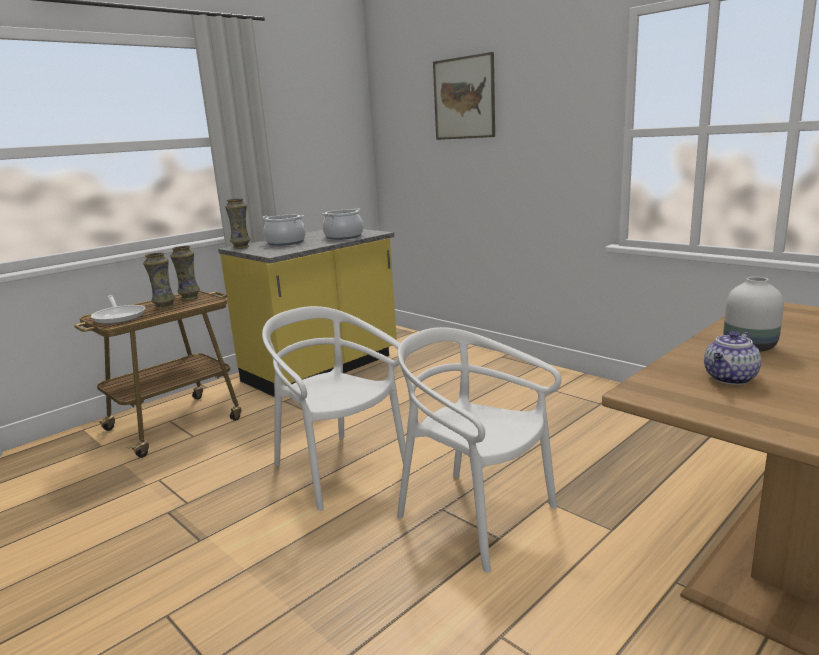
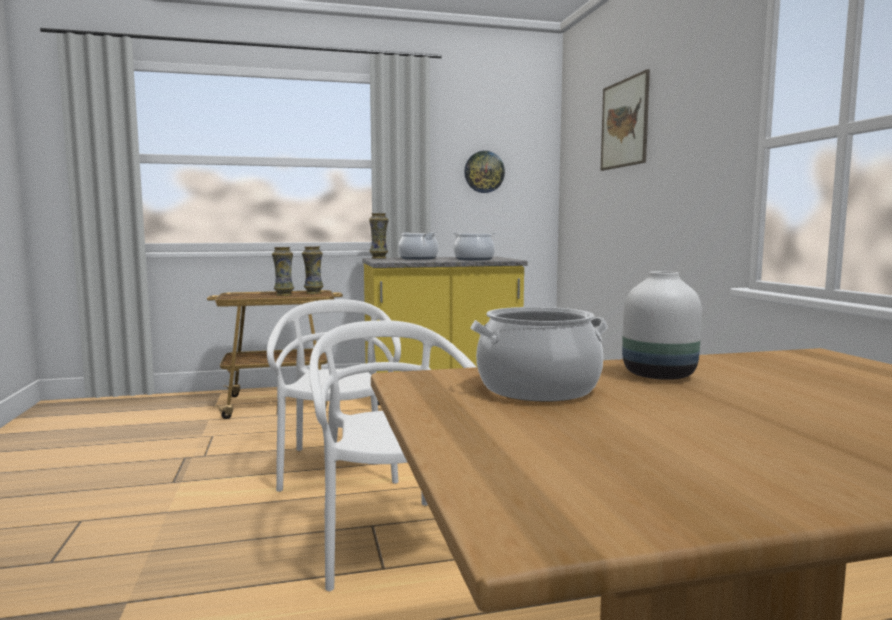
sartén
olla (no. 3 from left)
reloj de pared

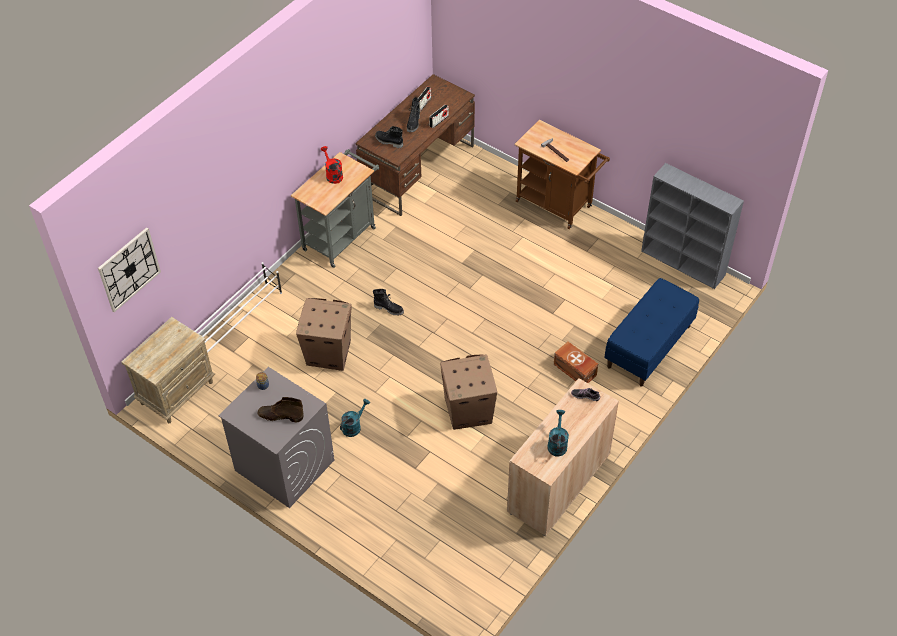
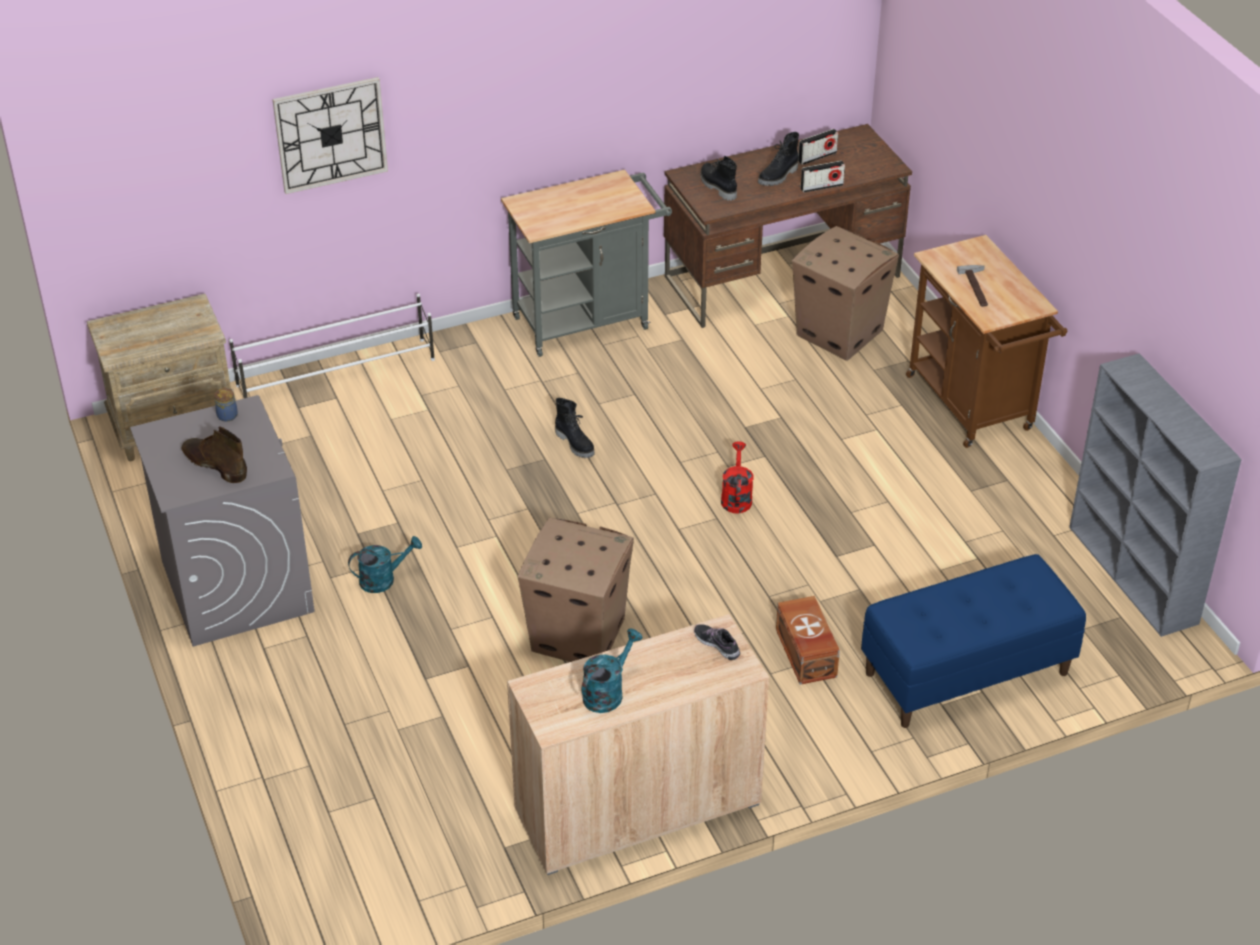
regadera/rojo
reloj de pared
caja de cartón (no. 2 from left)

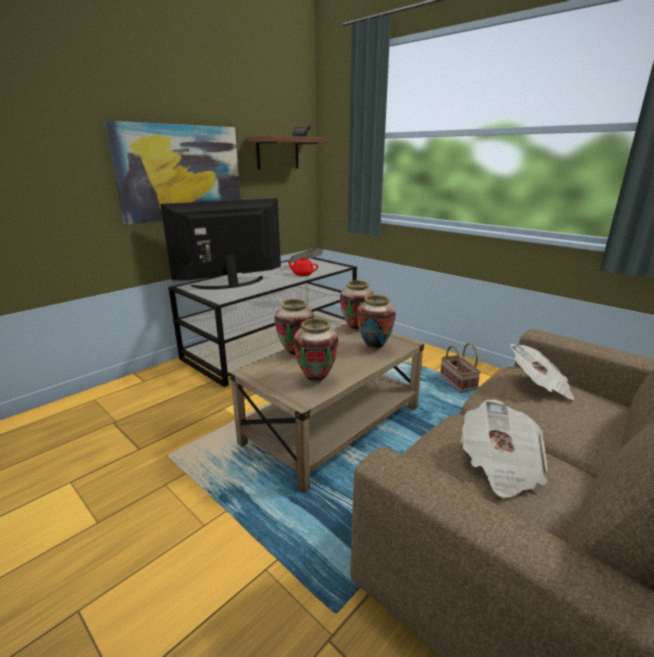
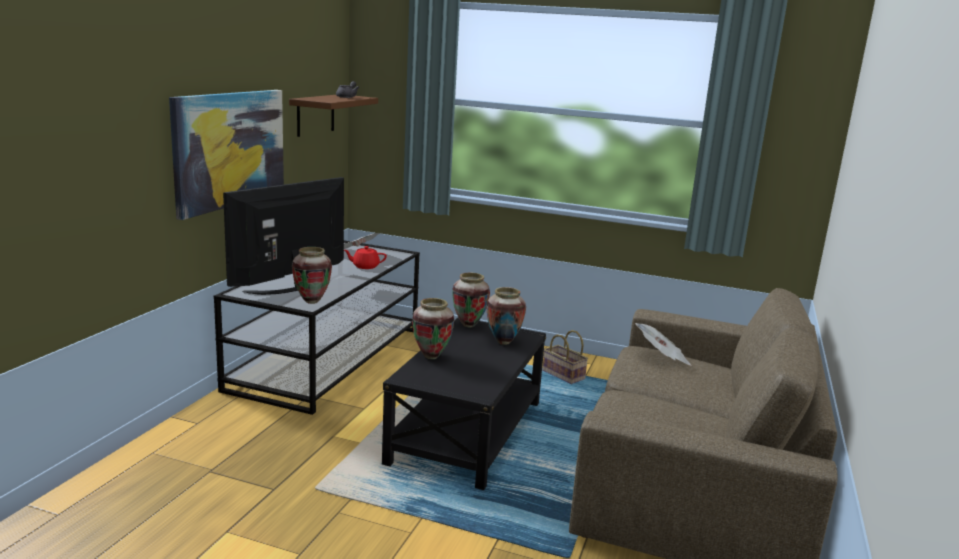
florero (no. 1 from left)
mesa de centro/negro
periódico (no. 2 from left in the first image)

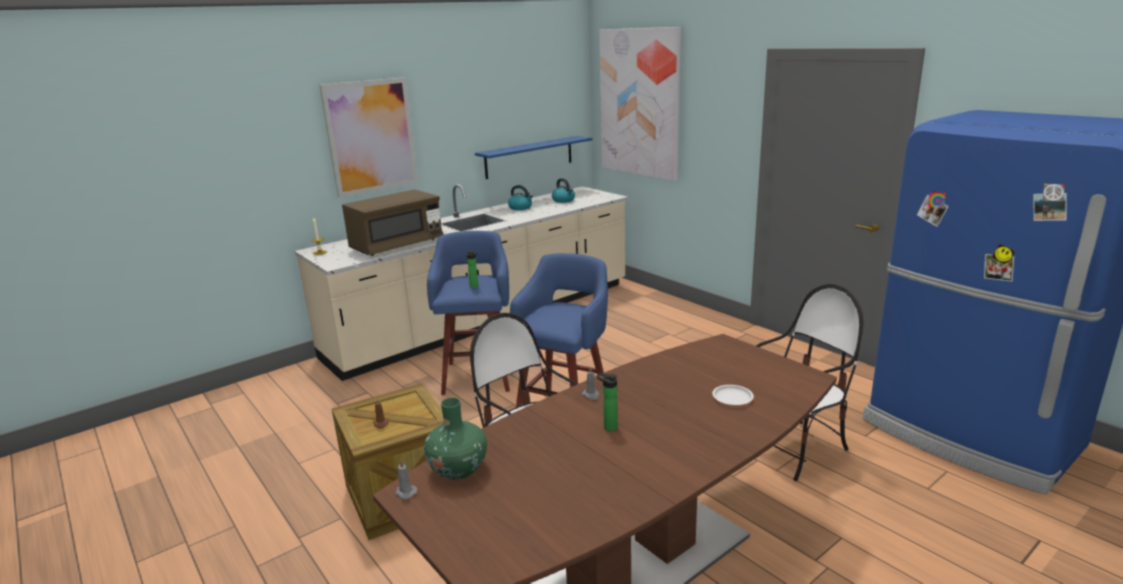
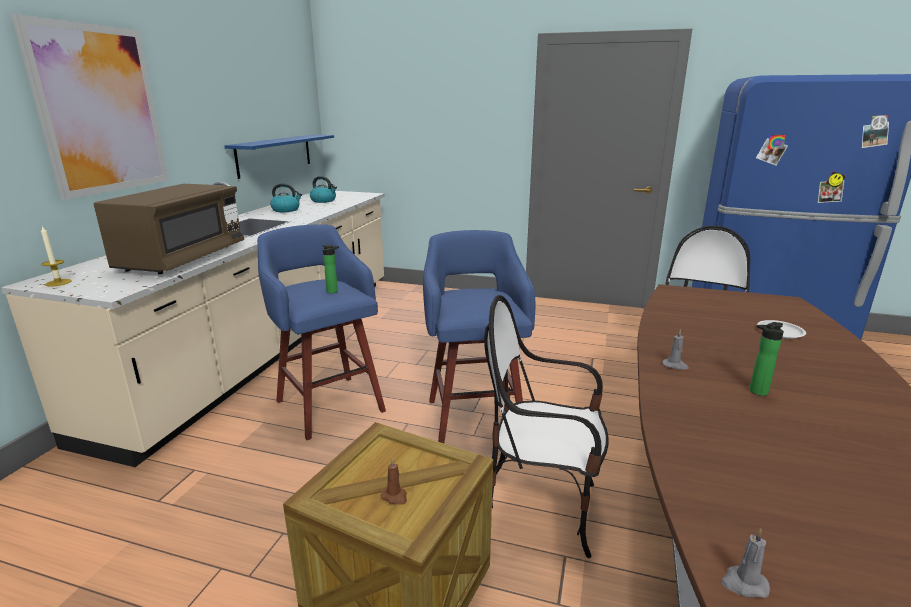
cuadro (no. 2 from left in the first image)
florero/verde

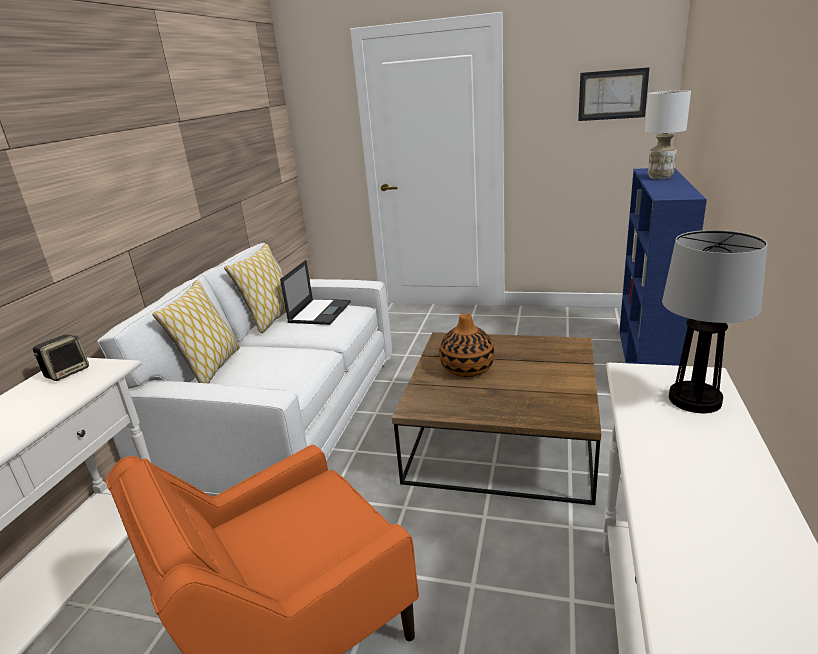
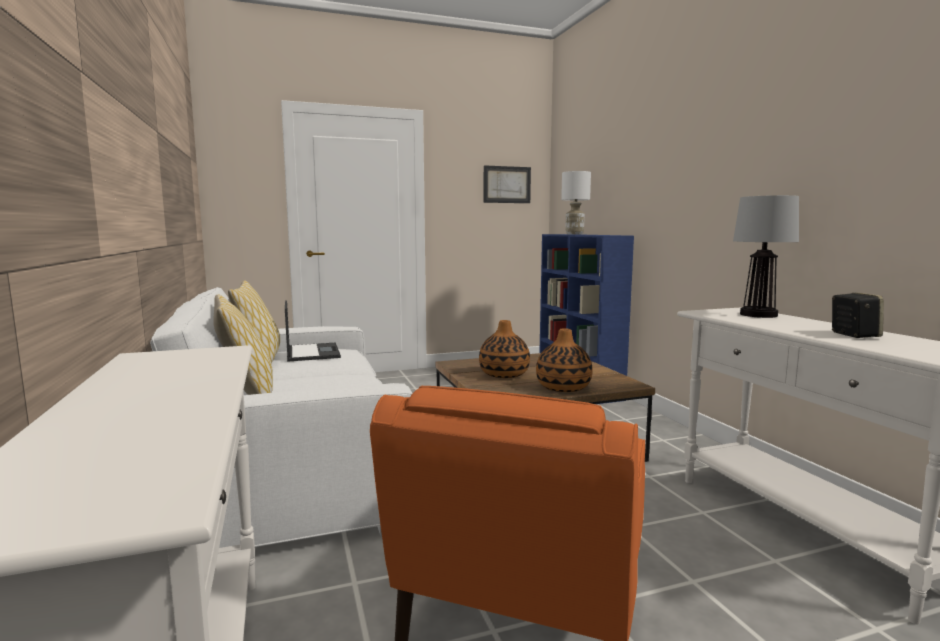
altavoz
florero (no. 2 from left)

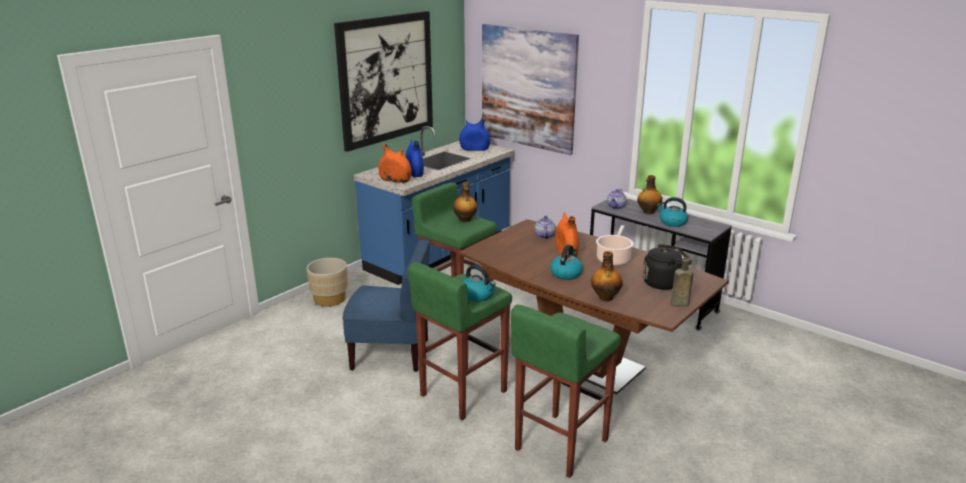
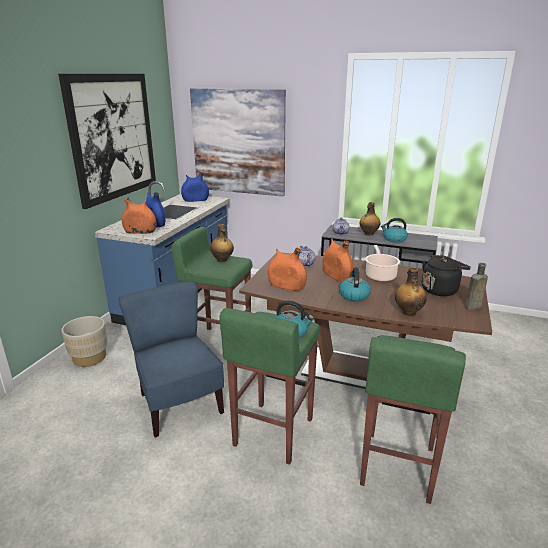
silla/azul
florero/naranja (no. 2 from left)

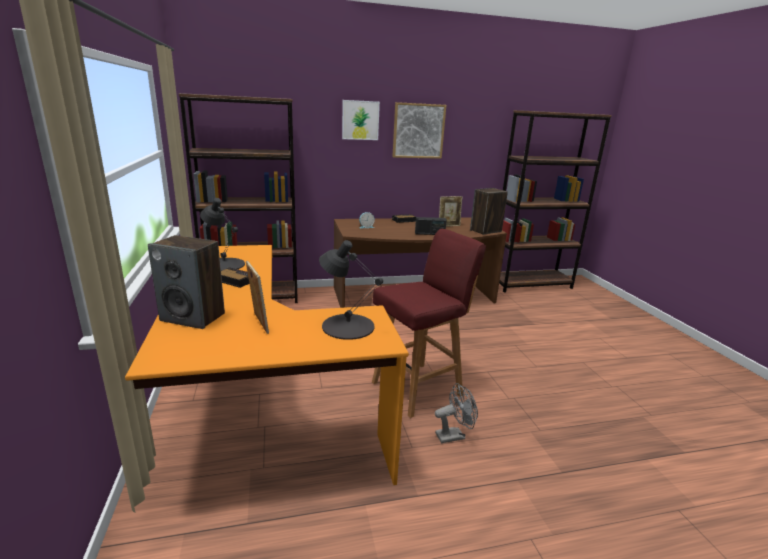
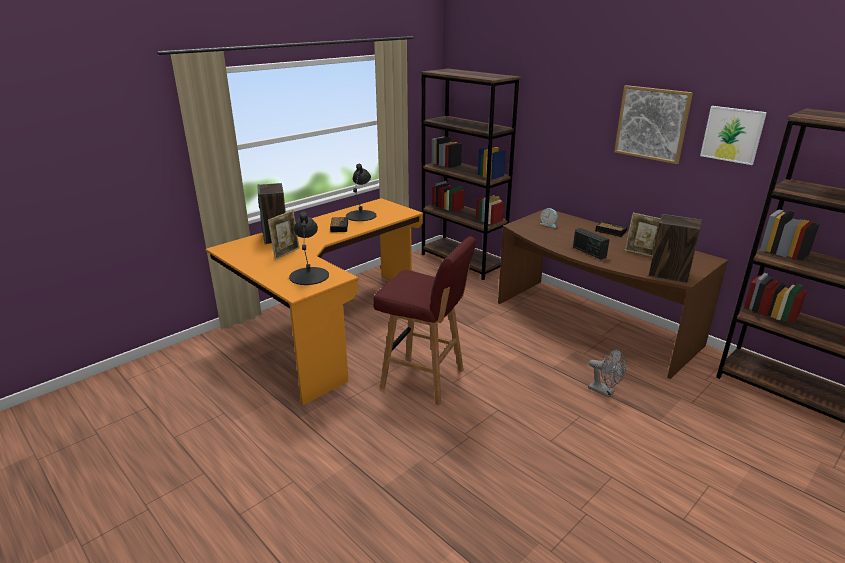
cuadro (no. 2 from left)
ventilador/gris

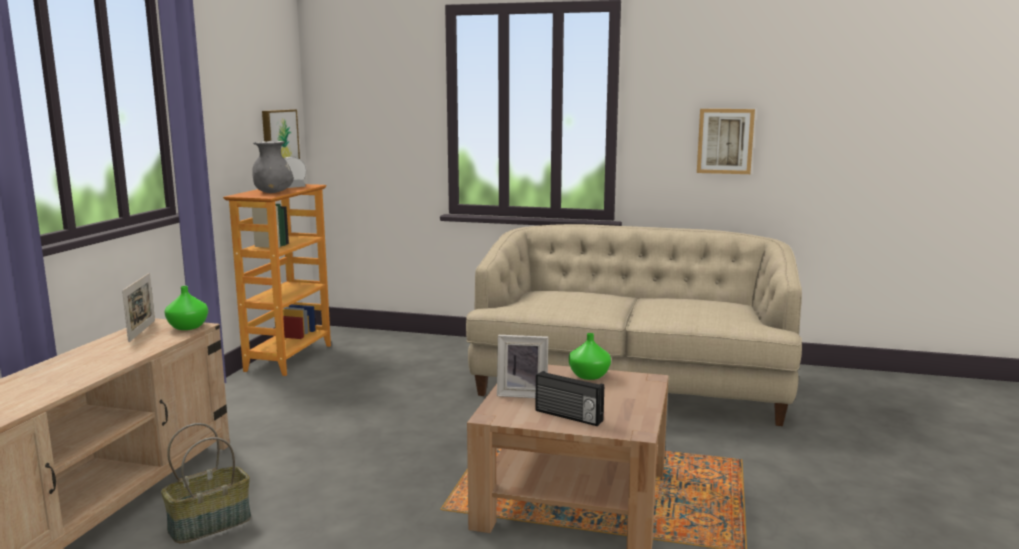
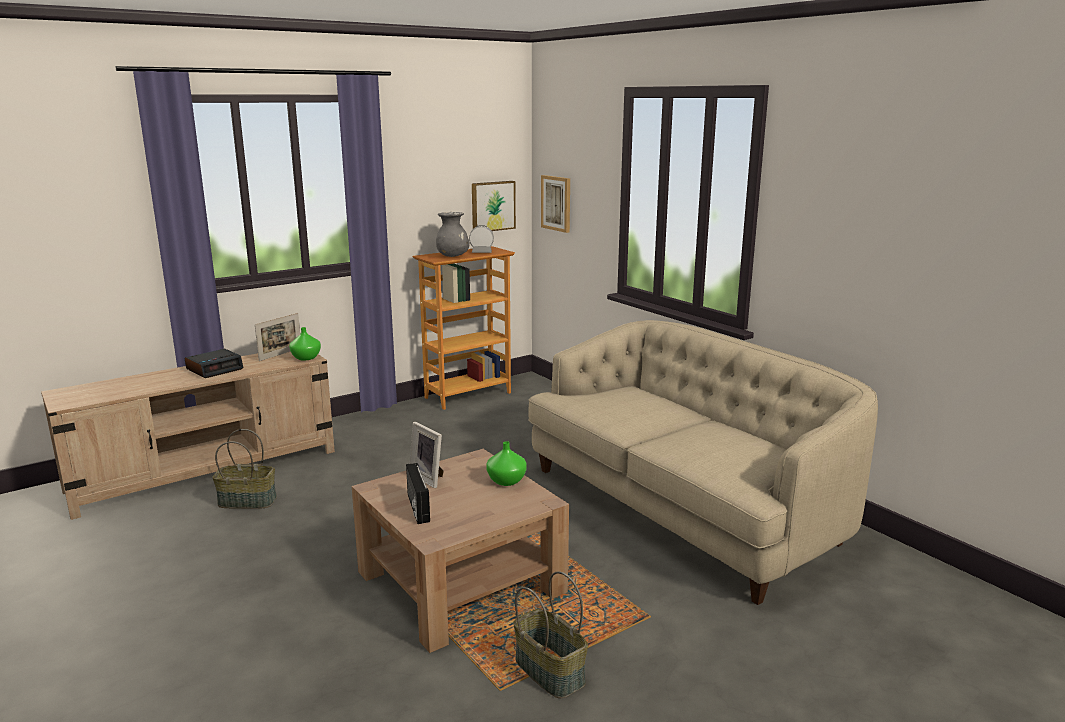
cuadro (no. 2 from left)
despertador (no. 1 from left)
cesta (no. 2 from left)

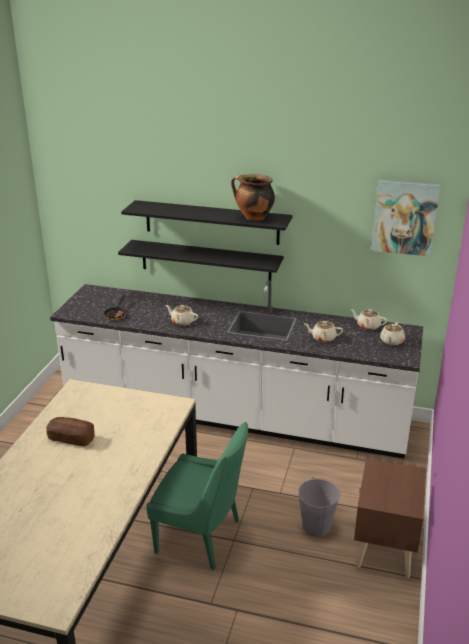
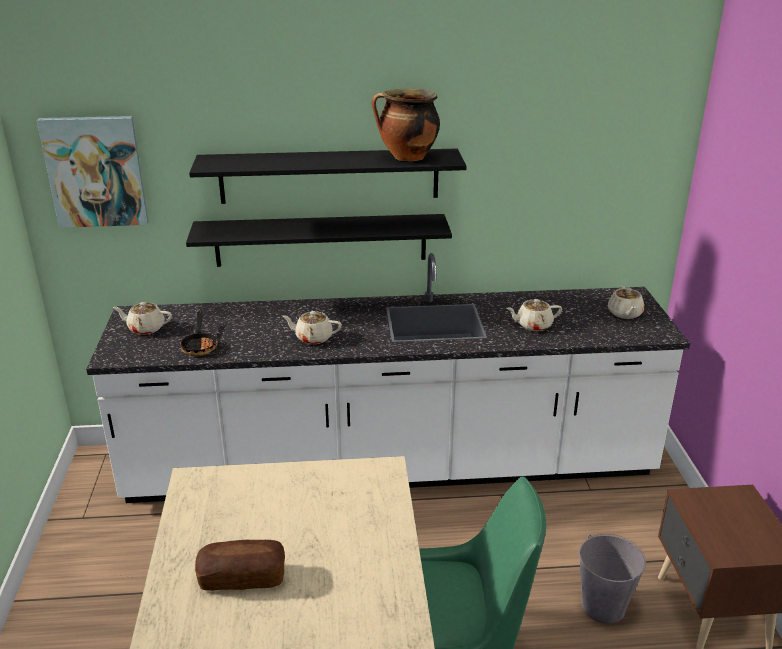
cuadro
tetera/beis (no. 1 from left)

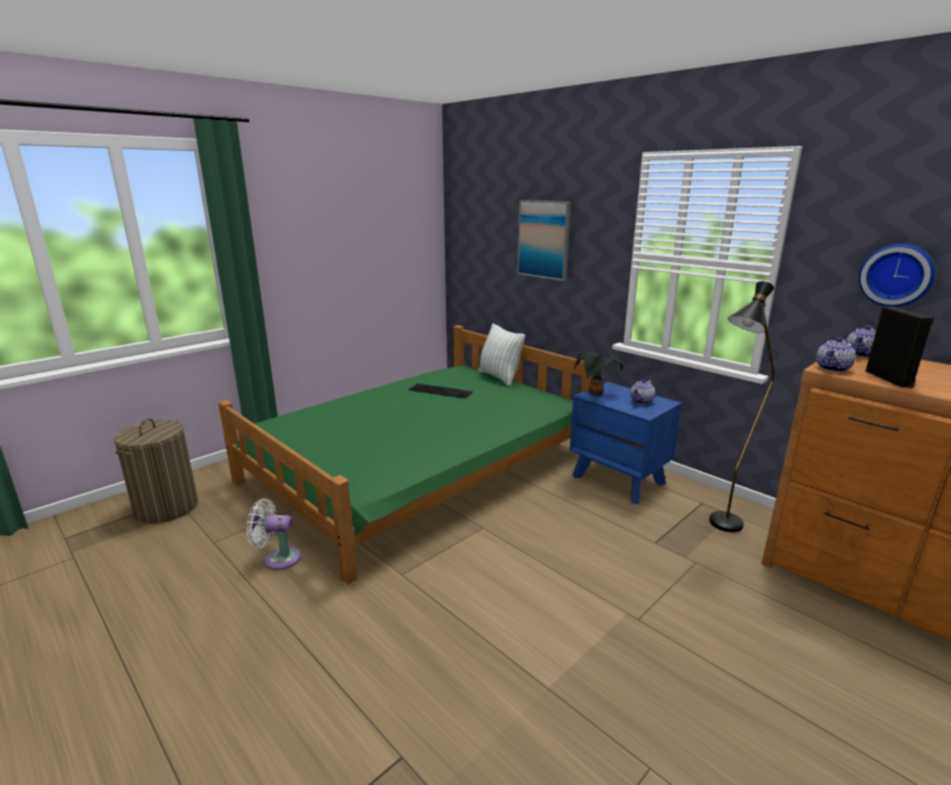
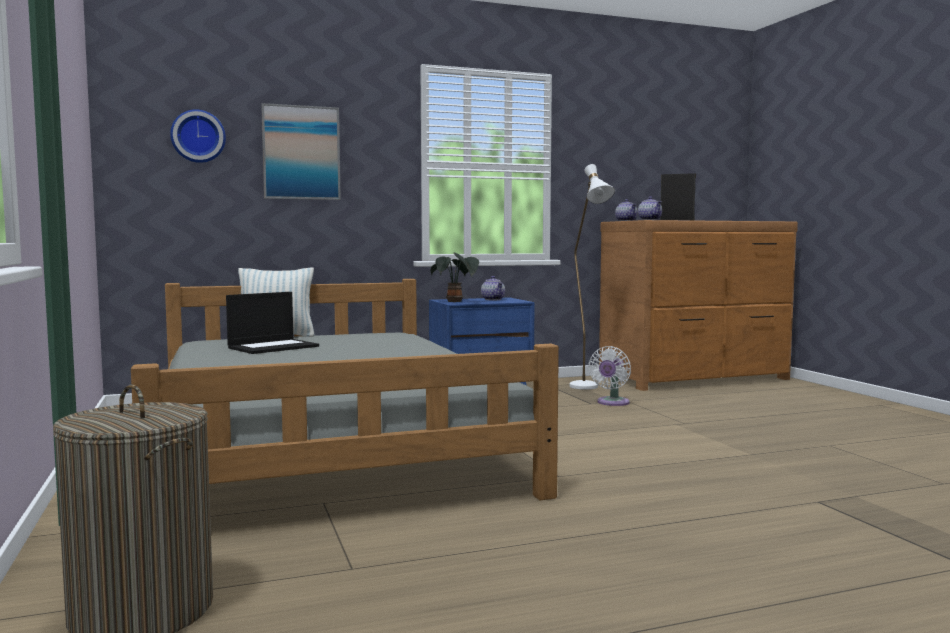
reloj de pared
lámpara de pie/blanco
cama/gris
portátil
ventilador/blanco

